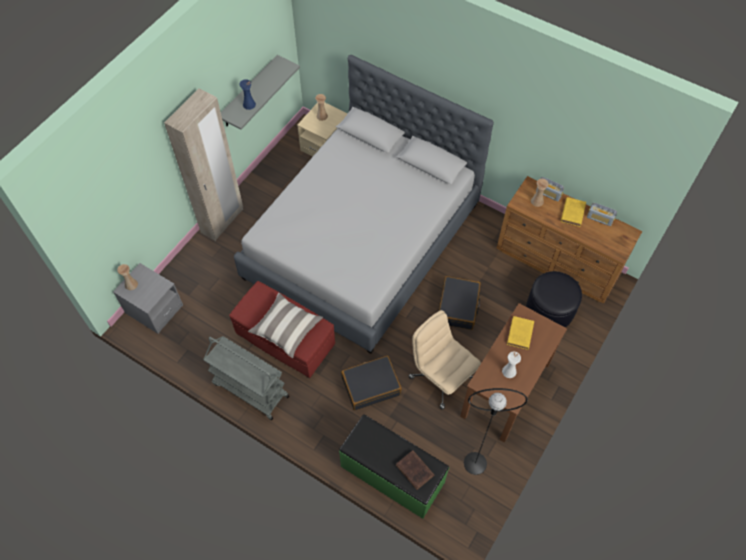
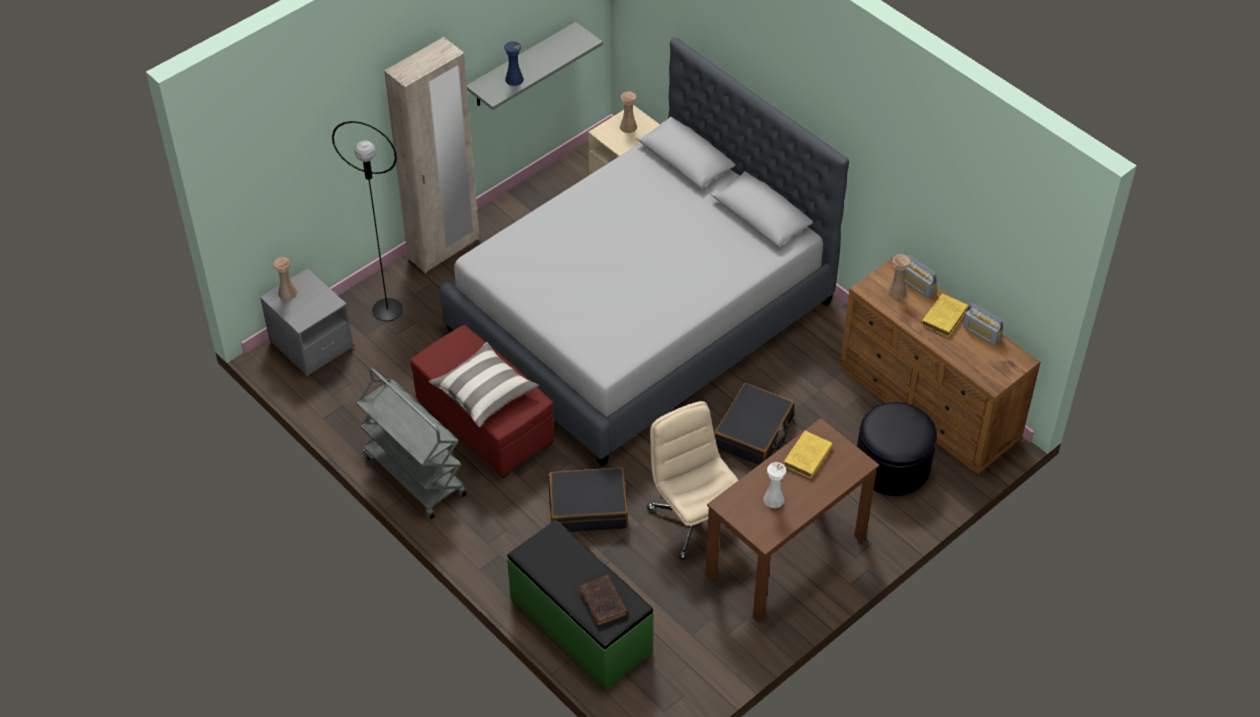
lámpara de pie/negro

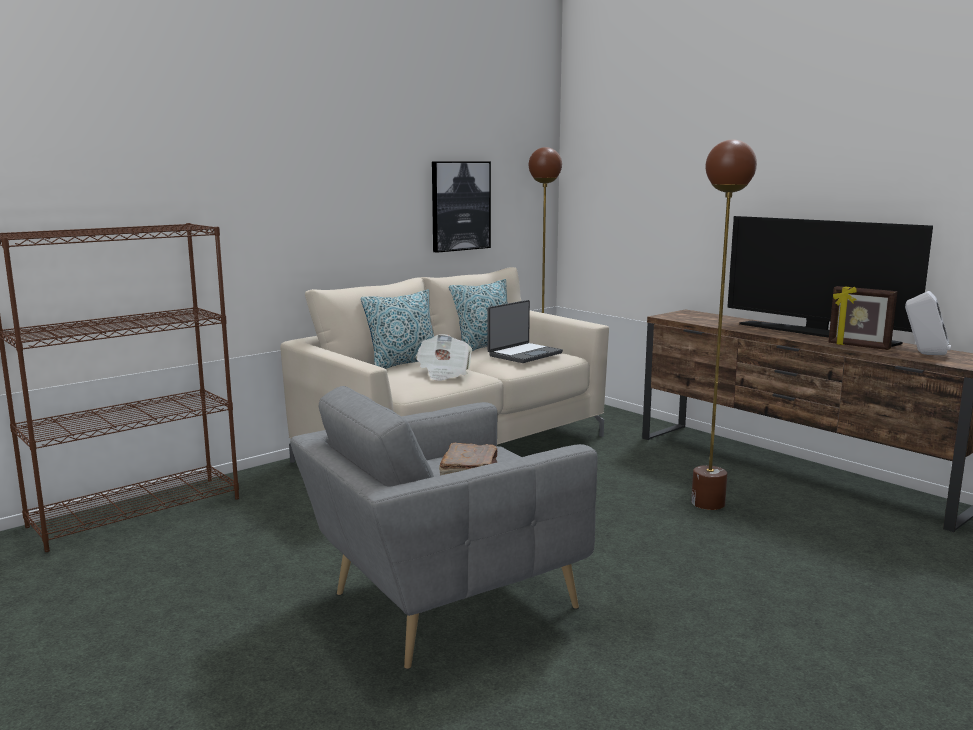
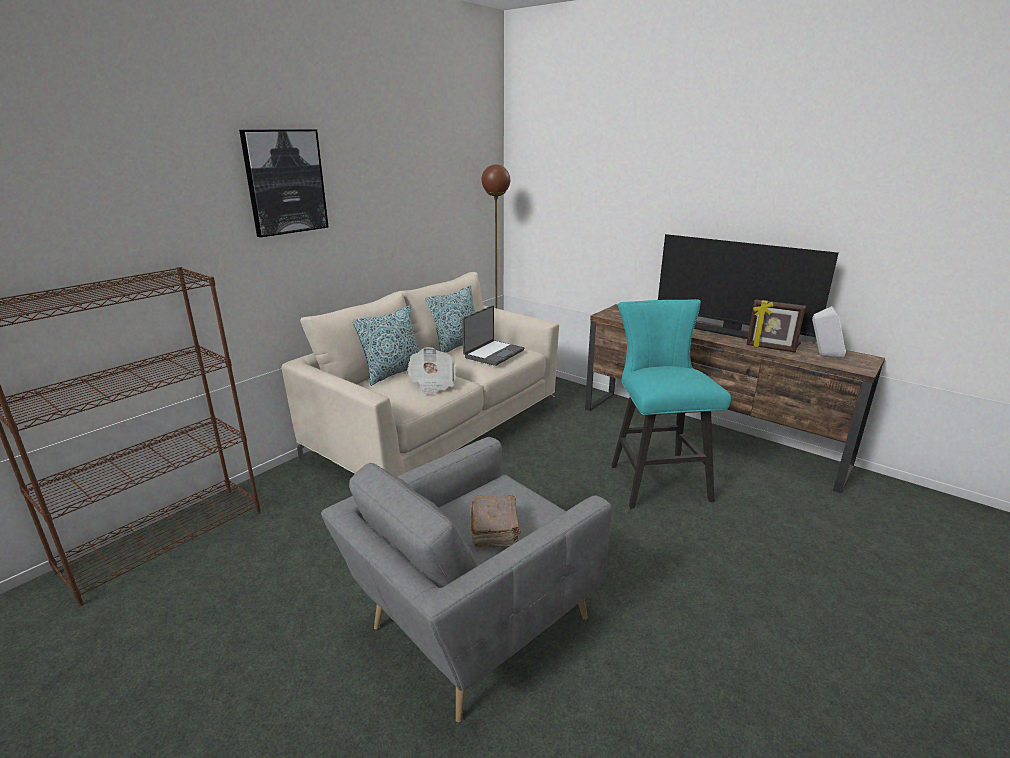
taburete/turquesa
cuadro

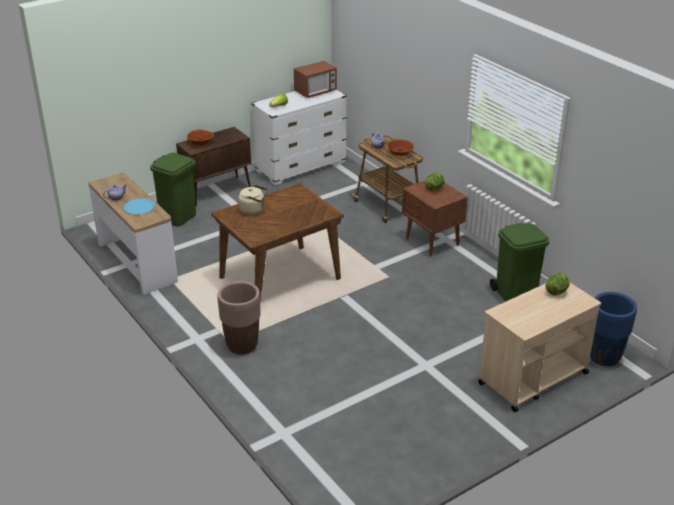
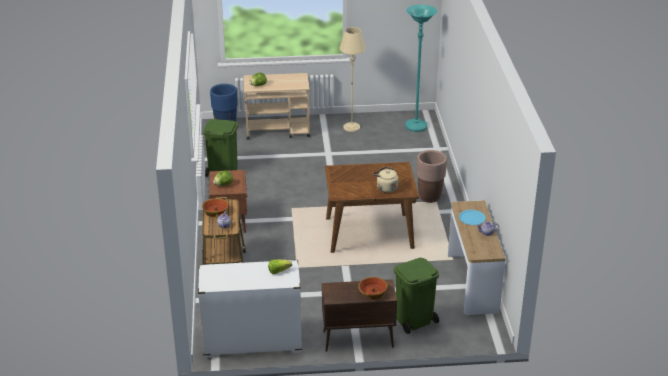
microondas
lámpara de pie/turquesa
lámpara de pie/beis

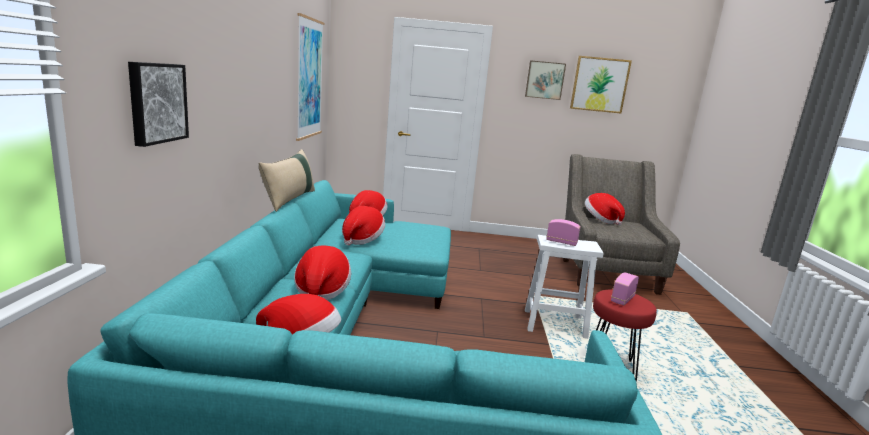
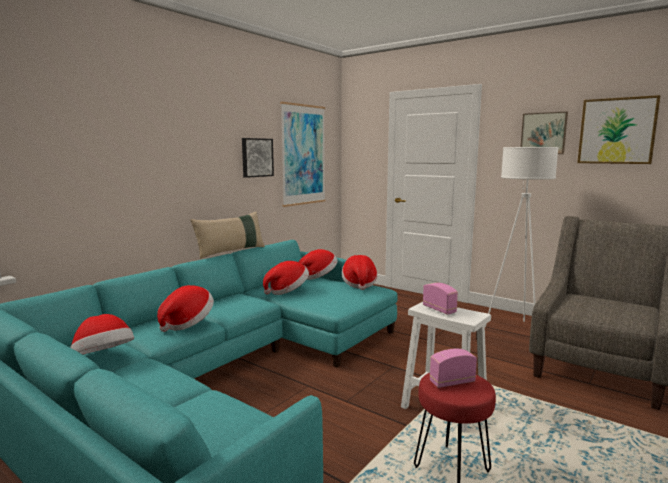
cuadro (no. 1 from left)
sombrero (no. 5 from left)
lámpara de pie/blanco

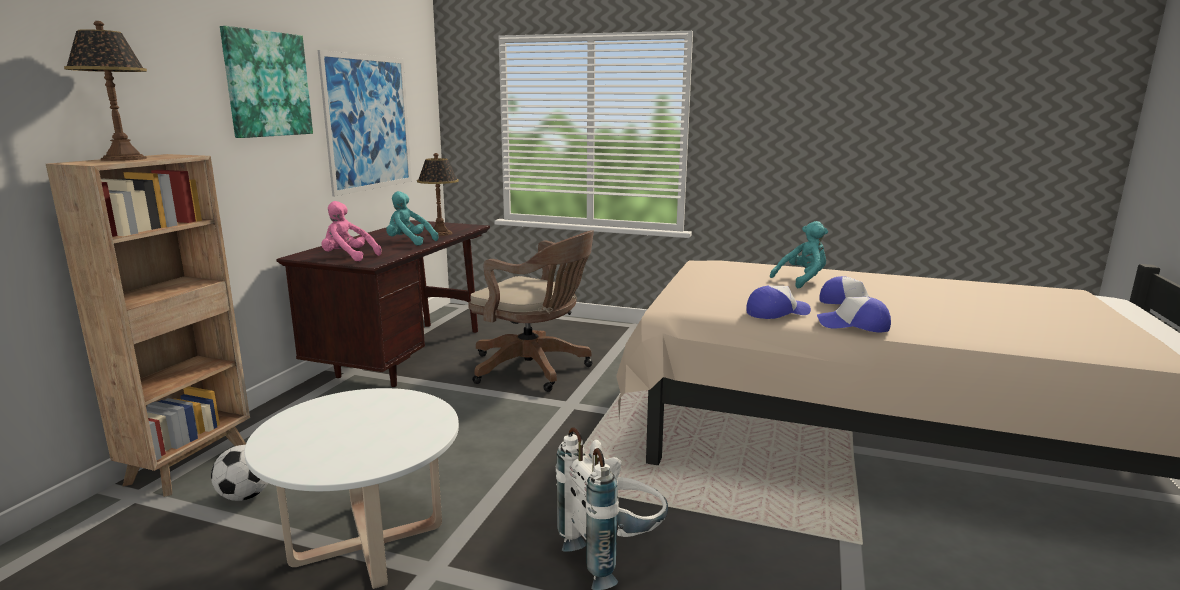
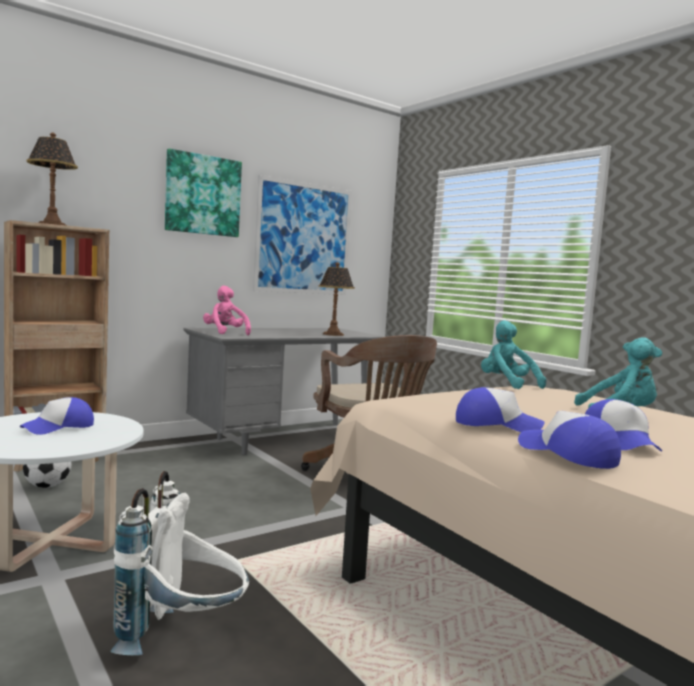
peluche/turquesa (no. 1 from left)
escritorio/gris
gorra (no. 1 from left)

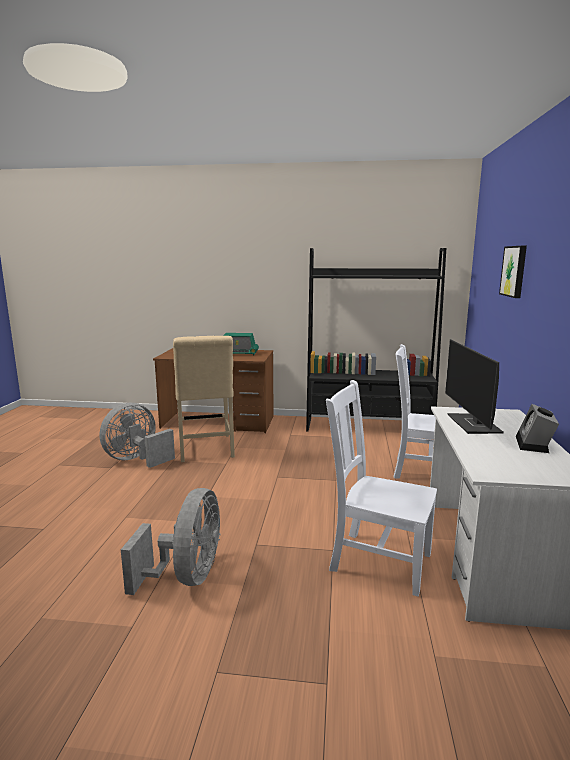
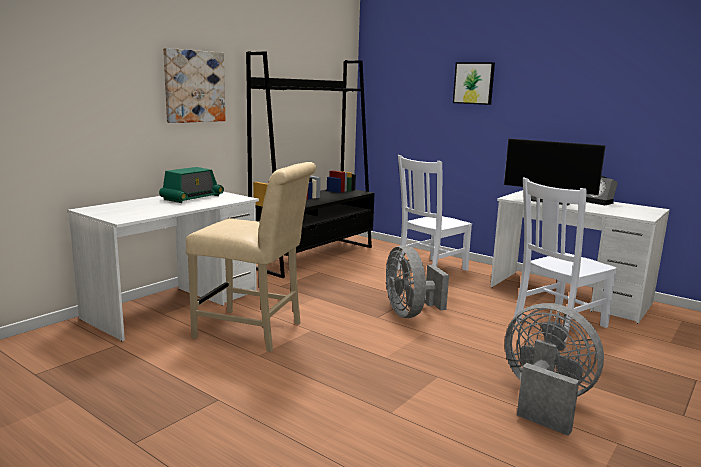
escritorio/blanco (no. 1 from left)
ventilador/gris (no. 1 from left)
cuadro (no. 1 from left)

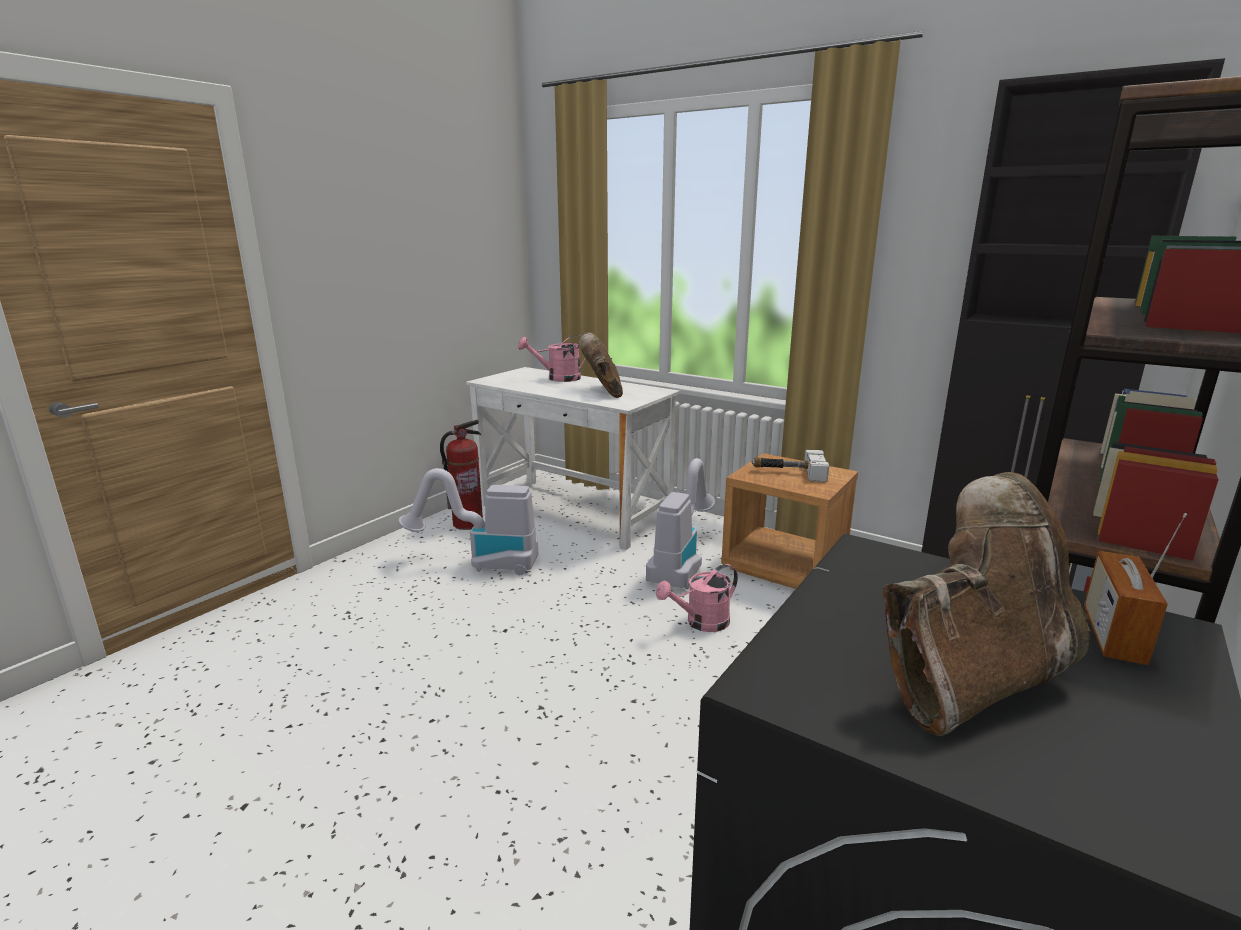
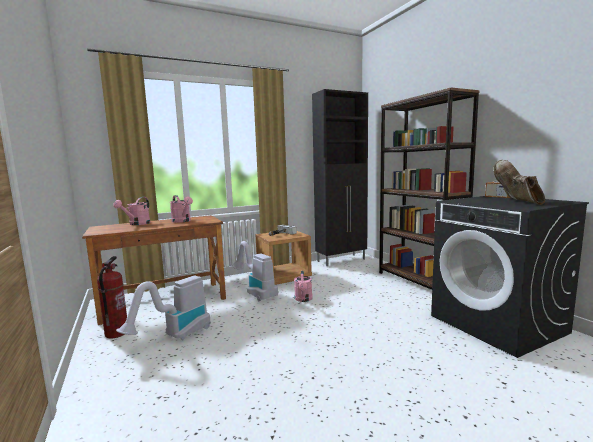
regadera/rosa (no. 2 from left)
escritorio/marrón

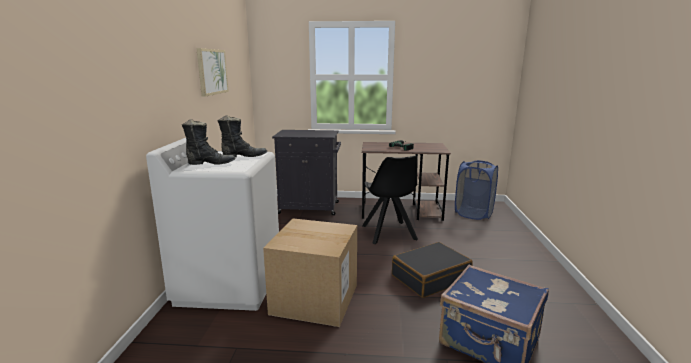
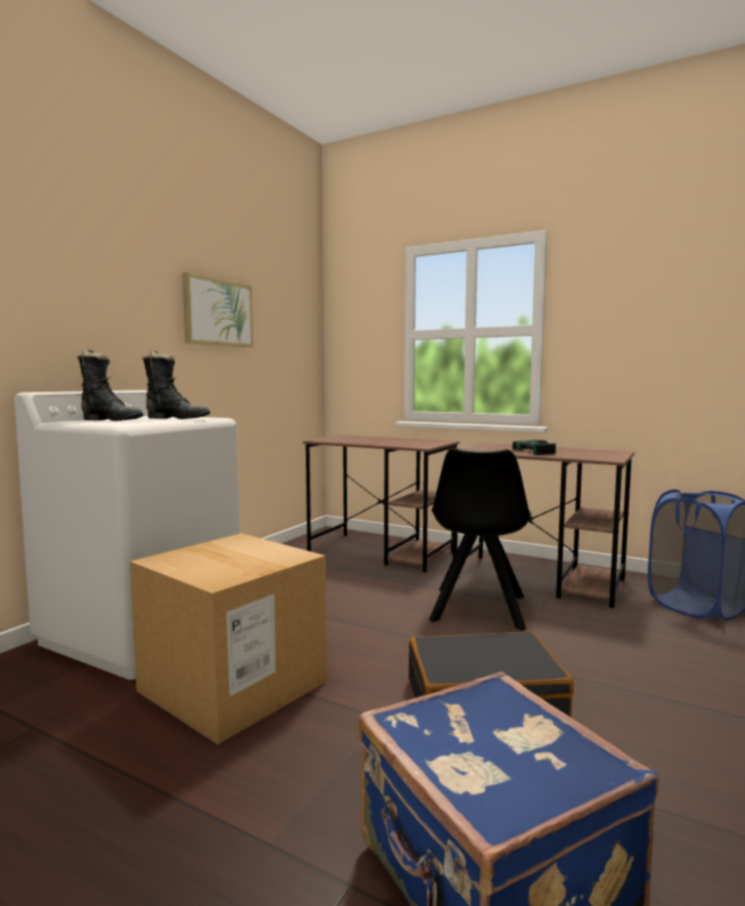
escritorio/marrón (no. 1 from left)

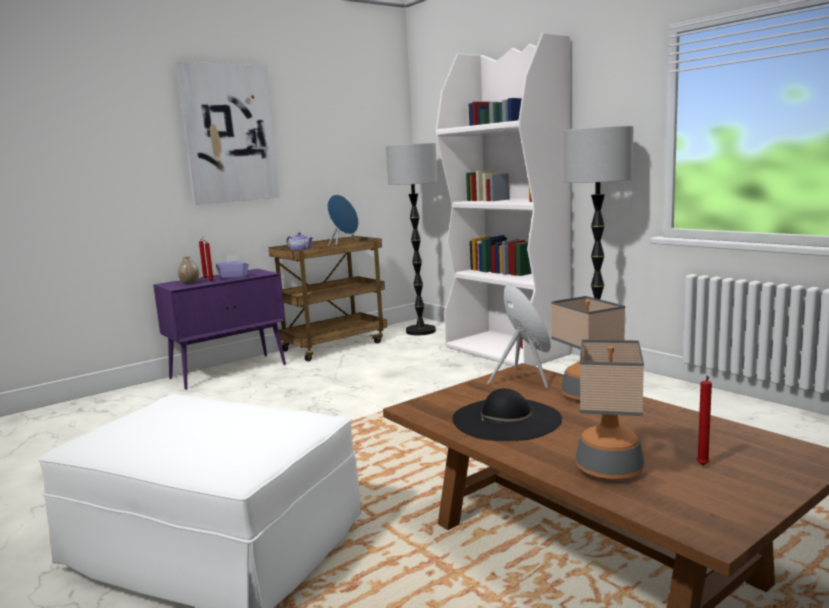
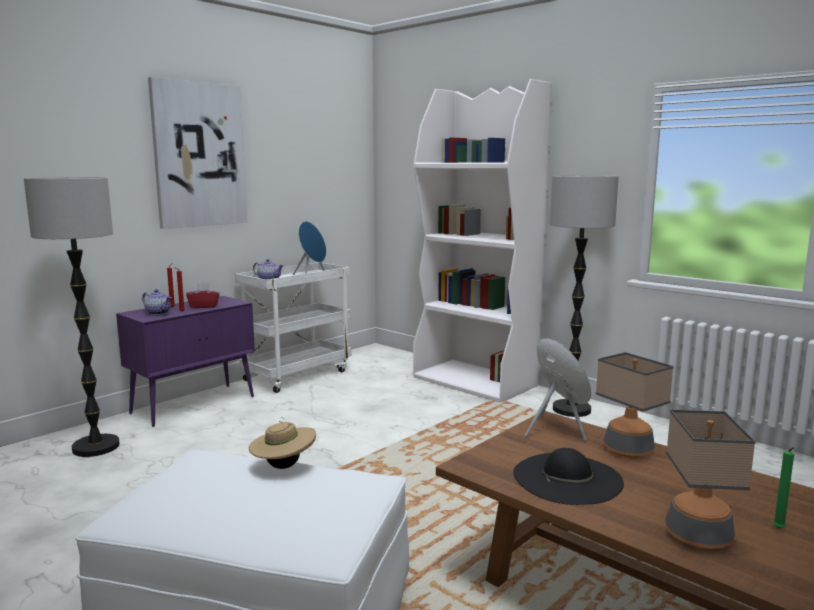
lámpara de pie (no. 1 from left)
carrito/blanco
caja de pañuelos/rojo
tetera (no. 1 from left)
vela/verde
sombrero/beis

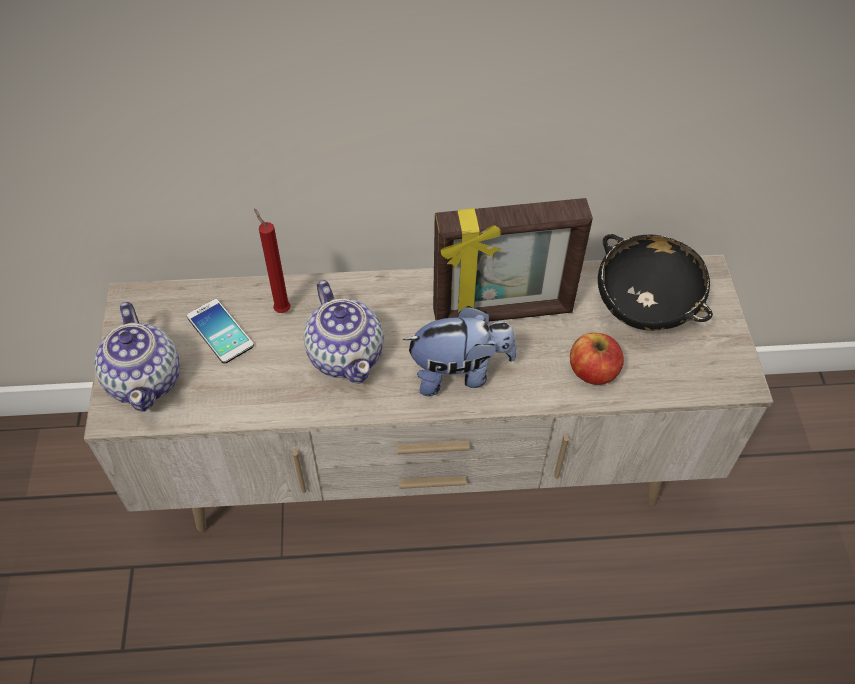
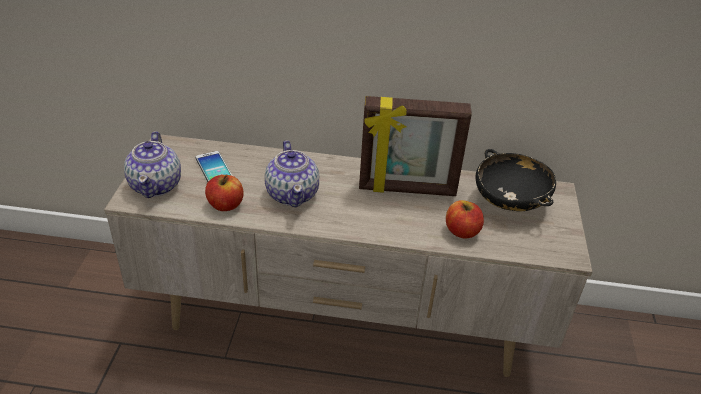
vela/rojo
peluche
manzana (no. 1 from left)

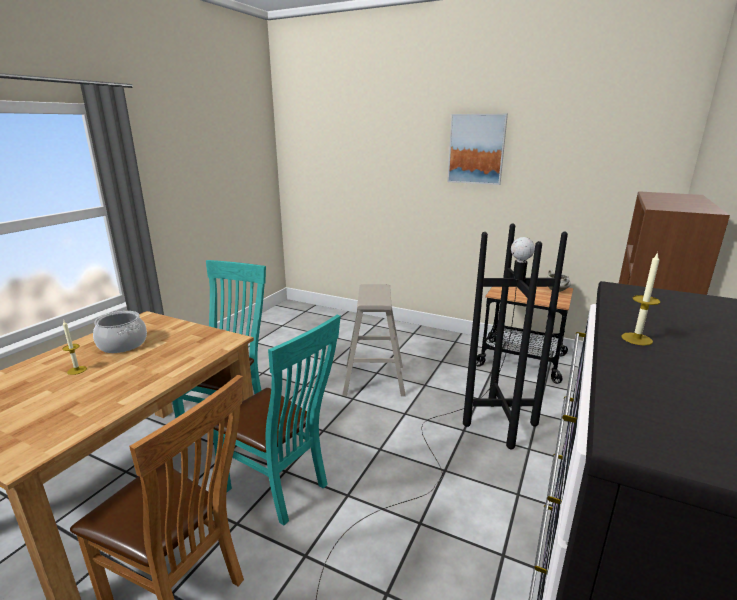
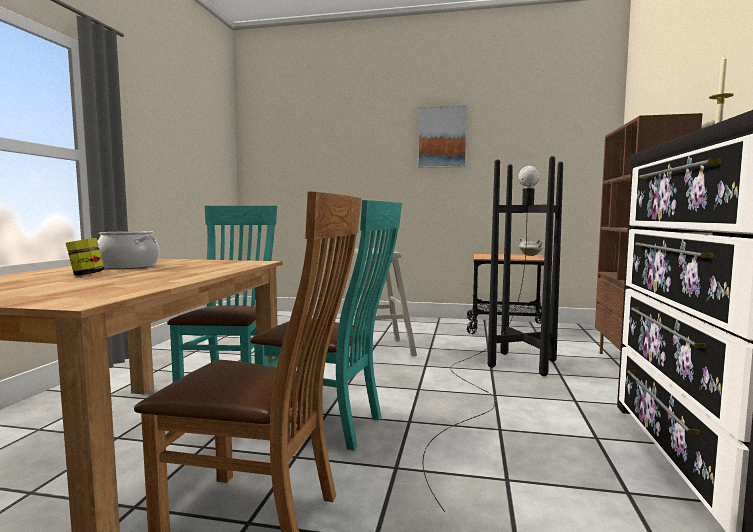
tarro

